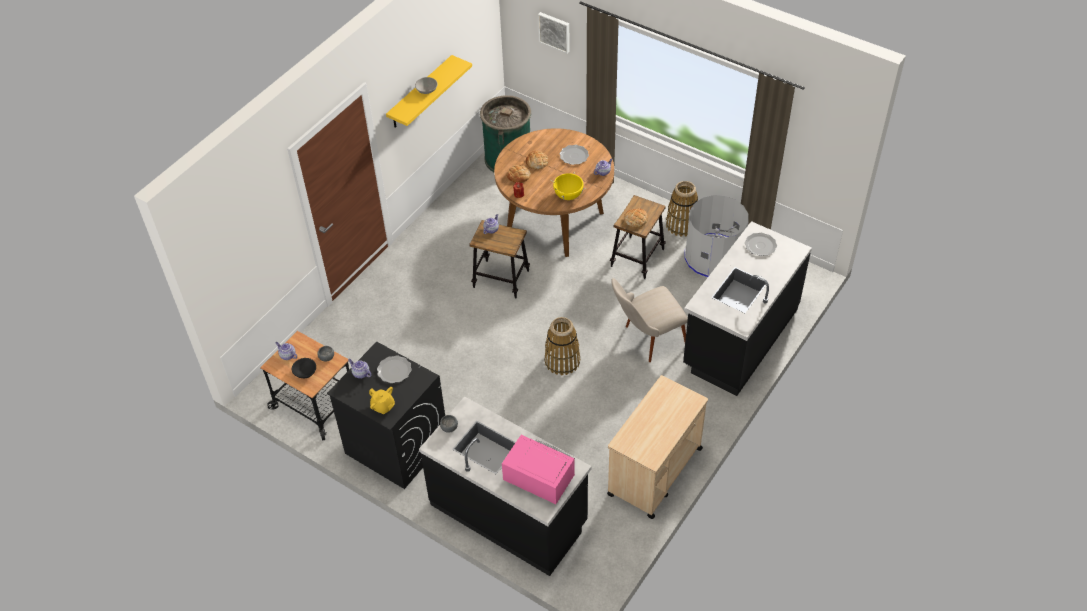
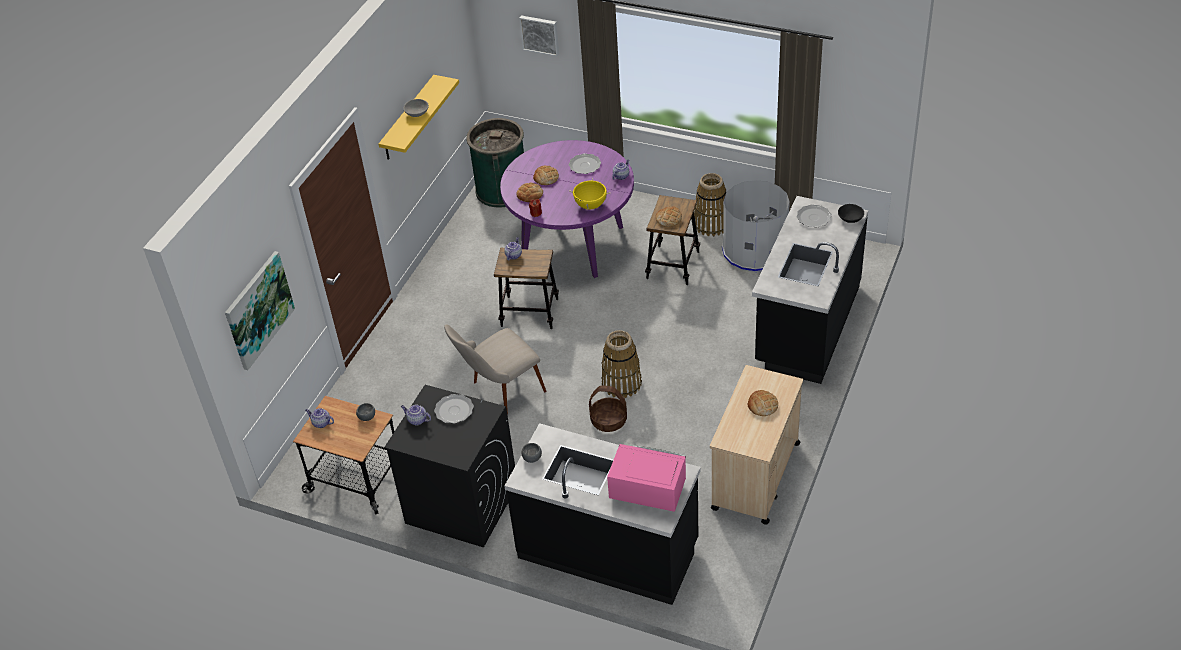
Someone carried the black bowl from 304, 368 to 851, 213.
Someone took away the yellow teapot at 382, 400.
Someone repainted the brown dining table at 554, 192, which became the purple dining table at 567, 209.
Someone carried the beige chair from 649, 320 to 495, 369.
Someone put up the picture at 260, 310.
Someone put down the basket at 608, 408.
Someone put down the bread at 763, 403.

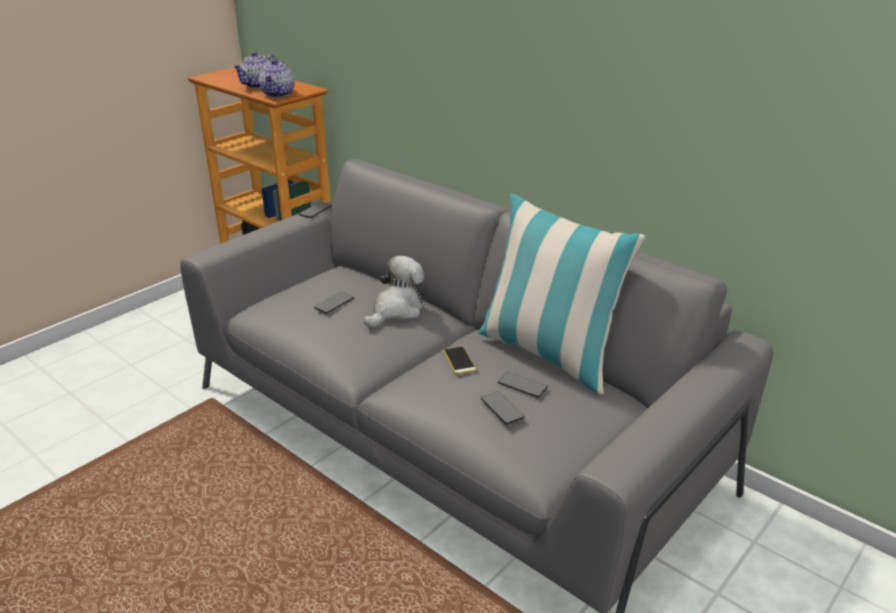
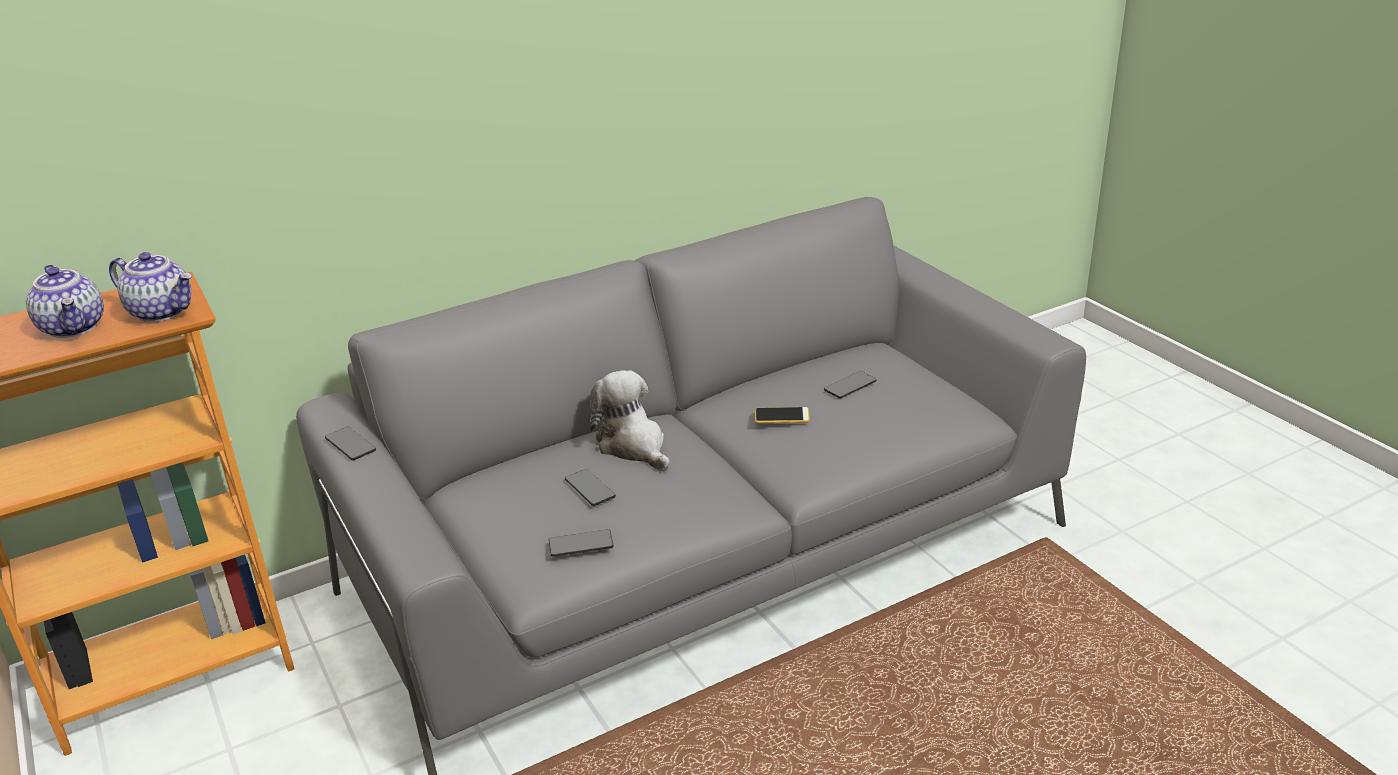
Someone took away the pillow at 562, 294.
Someone carried the phone from 502, 408 to 581, 543.

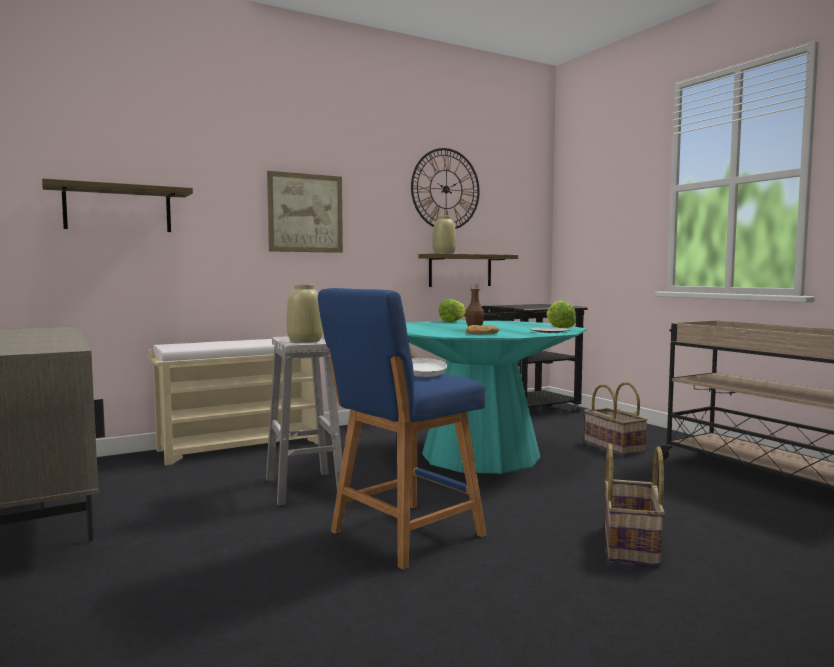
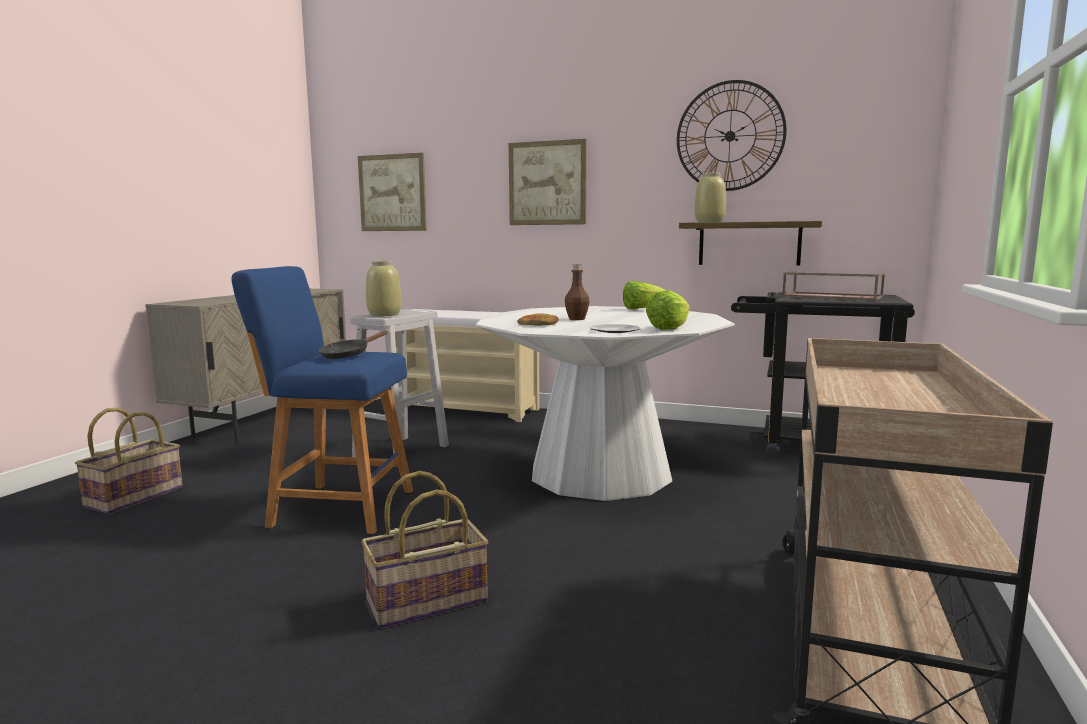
Someone swapped the shelf at 117, 205 for the picture at 392, 192.
Someone repainted the turquoise dining table at 496, 397, which became the white dining table at 605, 403.
Someone repainted the white frying pan at 428, 363, which became the black frying pan at 353, 345.
Someone carried the basket from 616, 419 to 129, 460.
Someone put down the brown tray at 833, 286.

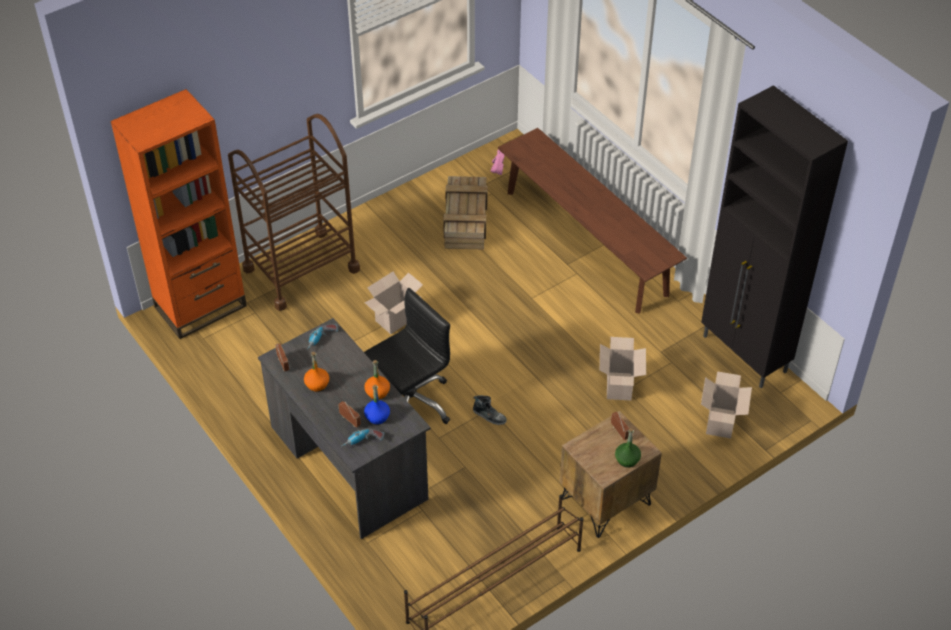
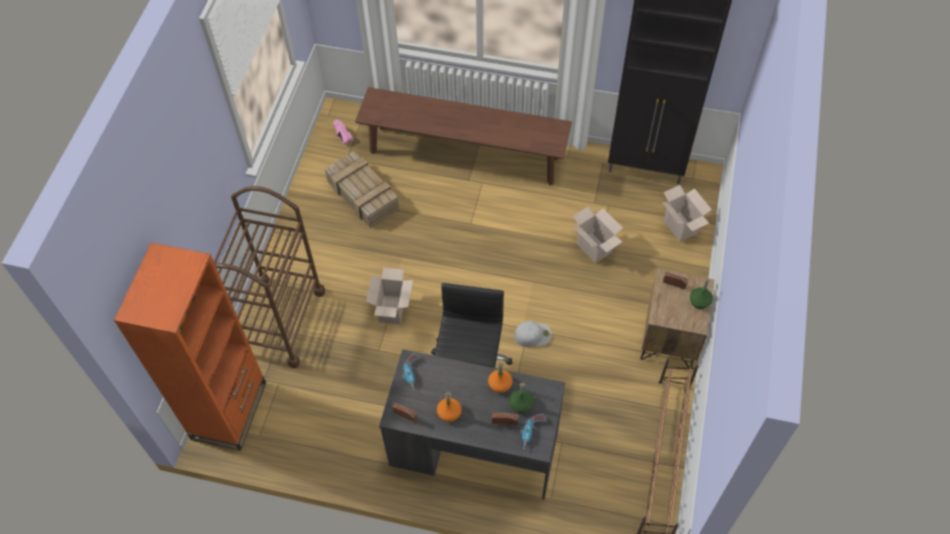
Someone repainted the blue bottle at 377, 405, which became the green bottle at 521, 398.
Someone swapped the shoe at 490, 410 for the white cap at 533, 334.

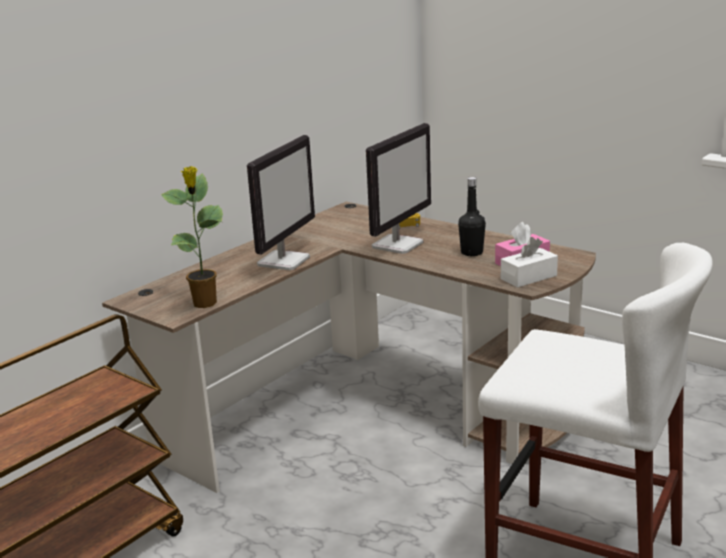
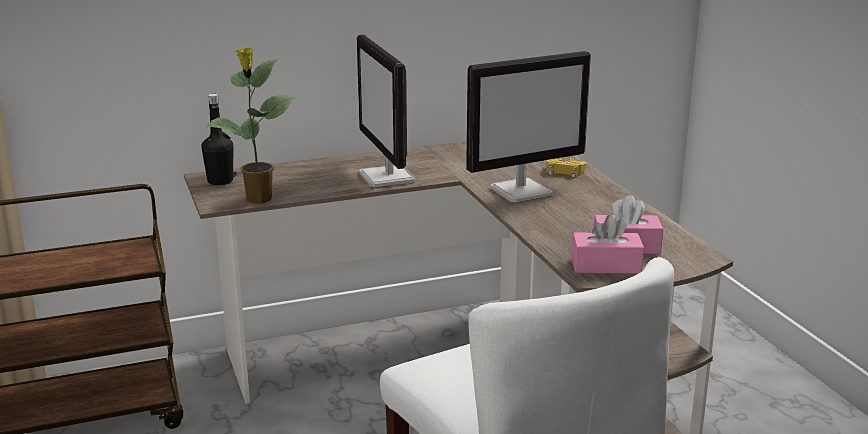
Someone rotated the monitor at 281, 202 by 105 degrees clockwise.
Someone carried the black bottle from 472, 216 to 217, 139.
Someone repainted the white tissue box at 529, 262, which became the pink tissue box at 607, 244.

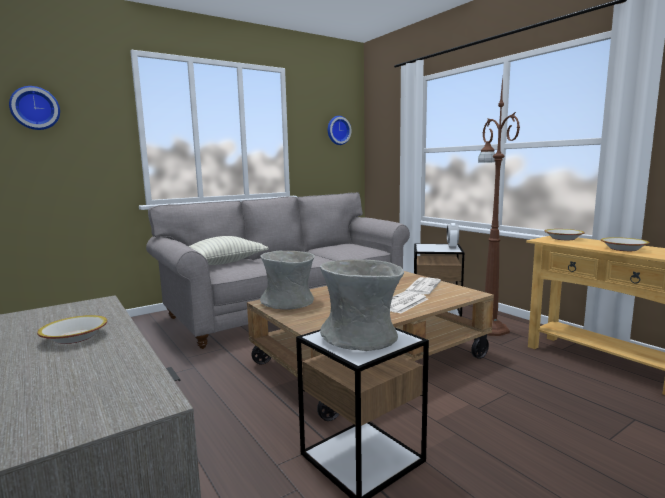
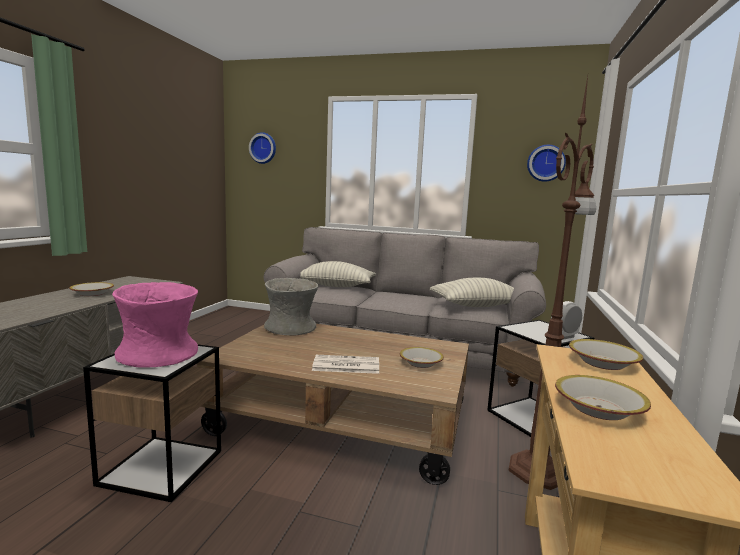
Someone repainted the grey vase at 362, 305, which became the pink vase at 155, 325.
Someone swapped the newspaper at 423, 285 for the bowl at 422, 357.
Someone put down the pillow at 471, 292.

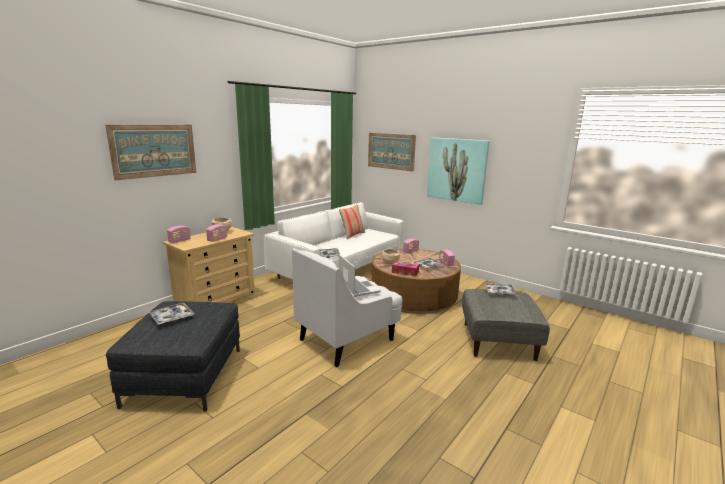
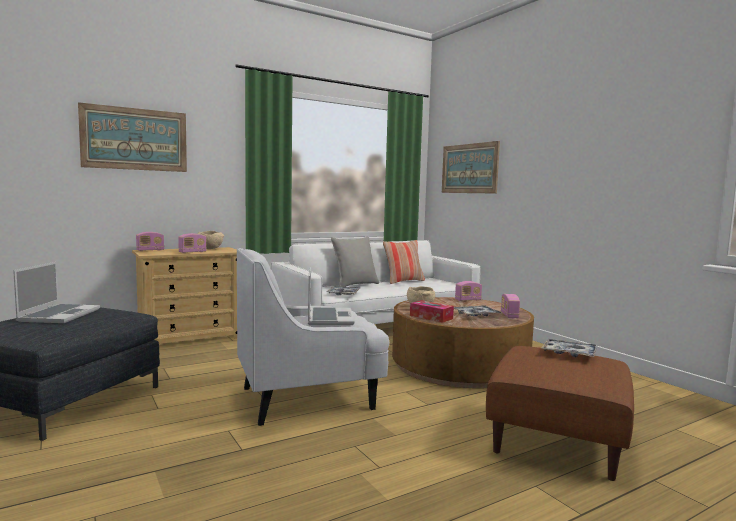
Someone swapped the tray at 172, 314 for the laptop at 56, 292.
Someone took away the picture at 458, 171.
Someone repainted the grey ottoman at 506, 325, which became the brown ottoman at 560, 413.
Someone put down the grey pillow at 355, 262.

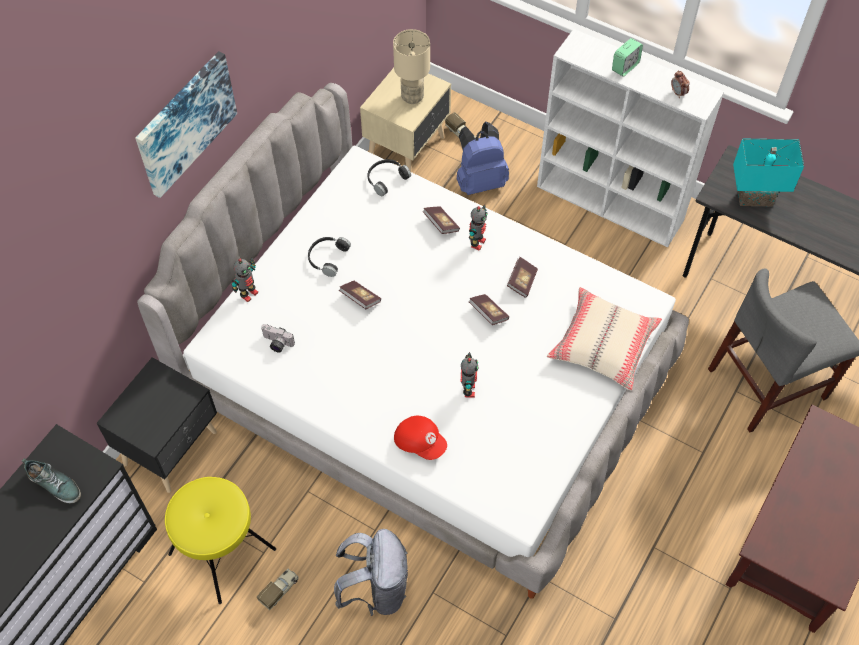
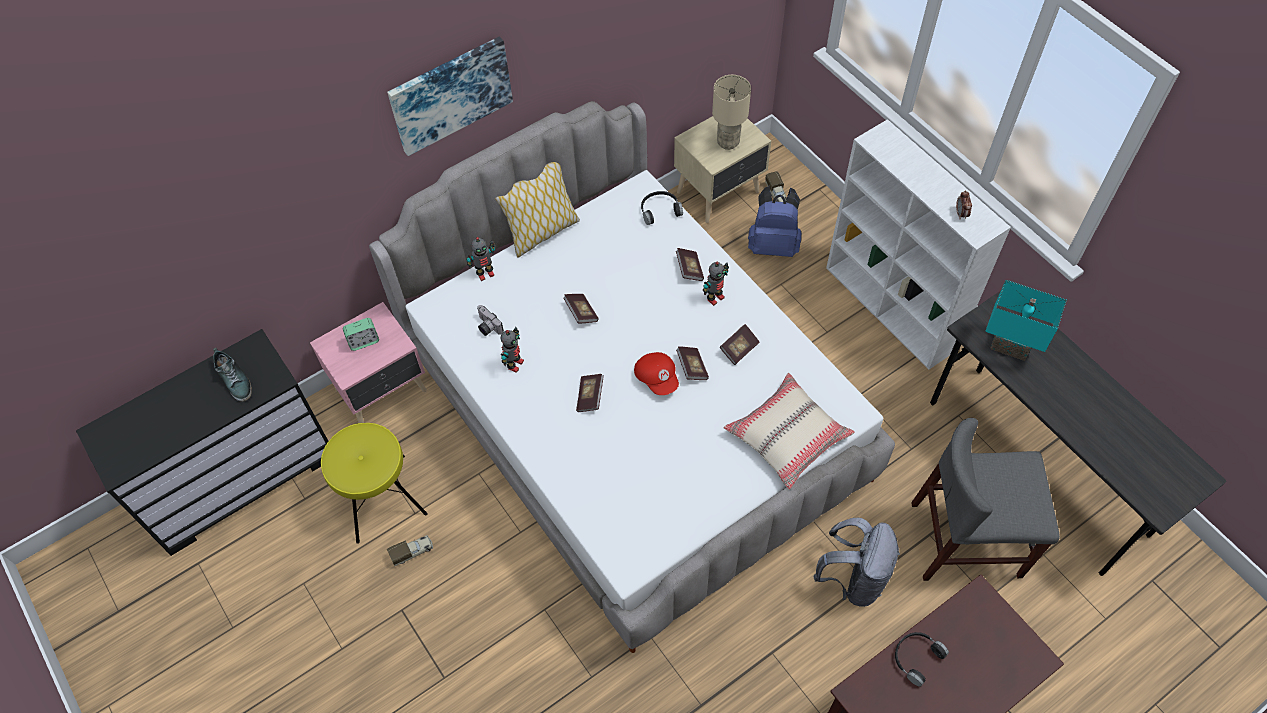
Someone repainted the black nightstand at 157, 425, which became the pink nightstand at 368, 362.
Someone carried the black headphones from 329, 257 to 922, 659.
Someone carried the grey backpack from 371, 572 to 856, 562.
Someone carried the red cap from 420, 438 to 656, 373.
Someone carried the toy robot from 470, 375 to 512, 349.
Someone carried the alarm clock from 627, 57 to 361, 334.
Someone put down the pillow at 537, 209.
Someone put down the book at 590, 393.

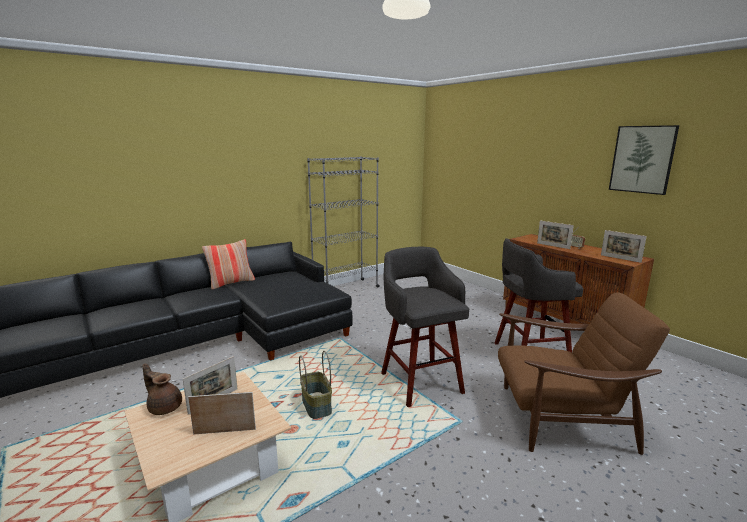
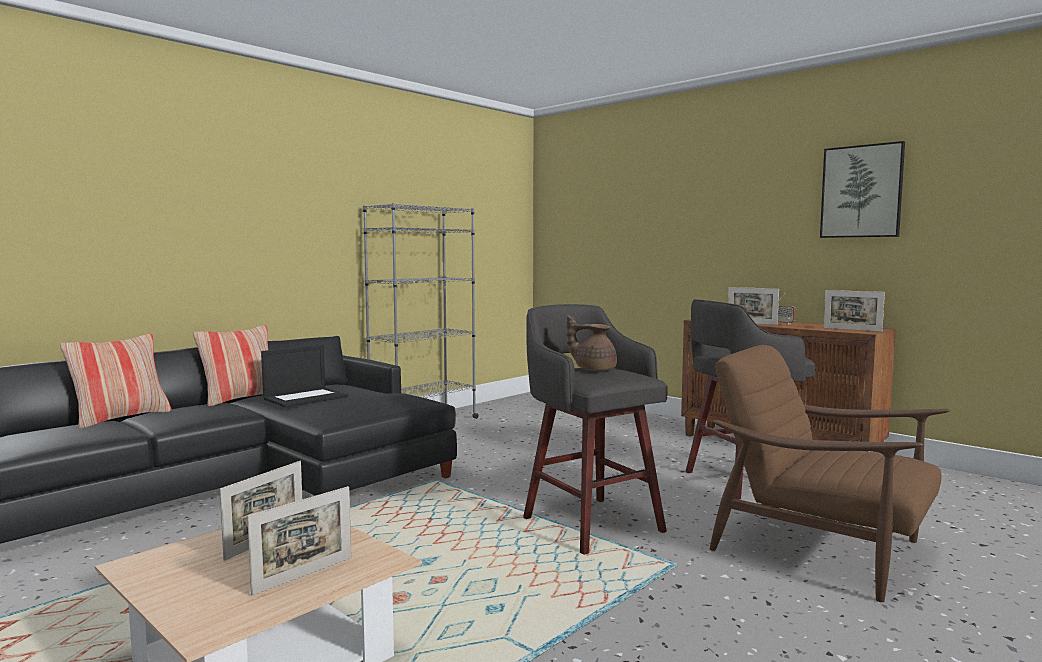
Someone carried the brown teapot from 162, 389 to 592, 343.
Someone rotated the picture frame at 222, 413 by 150 degrees clockwise.
Someone took away the basket at 315, 385.
Someone rotated the brown armchair at 584, 373 by 135 degrees counterclockwise.
Someone put down the pillow at 115, 381.
Someone put down the laptop at 304, 376.

